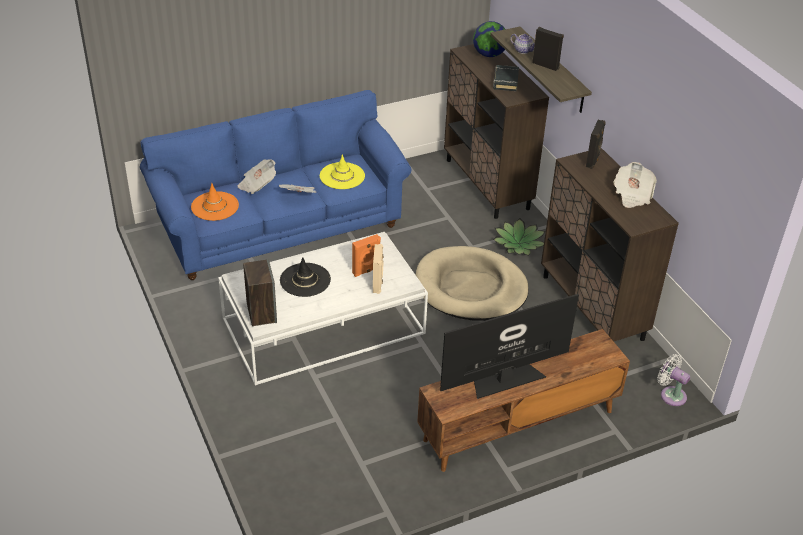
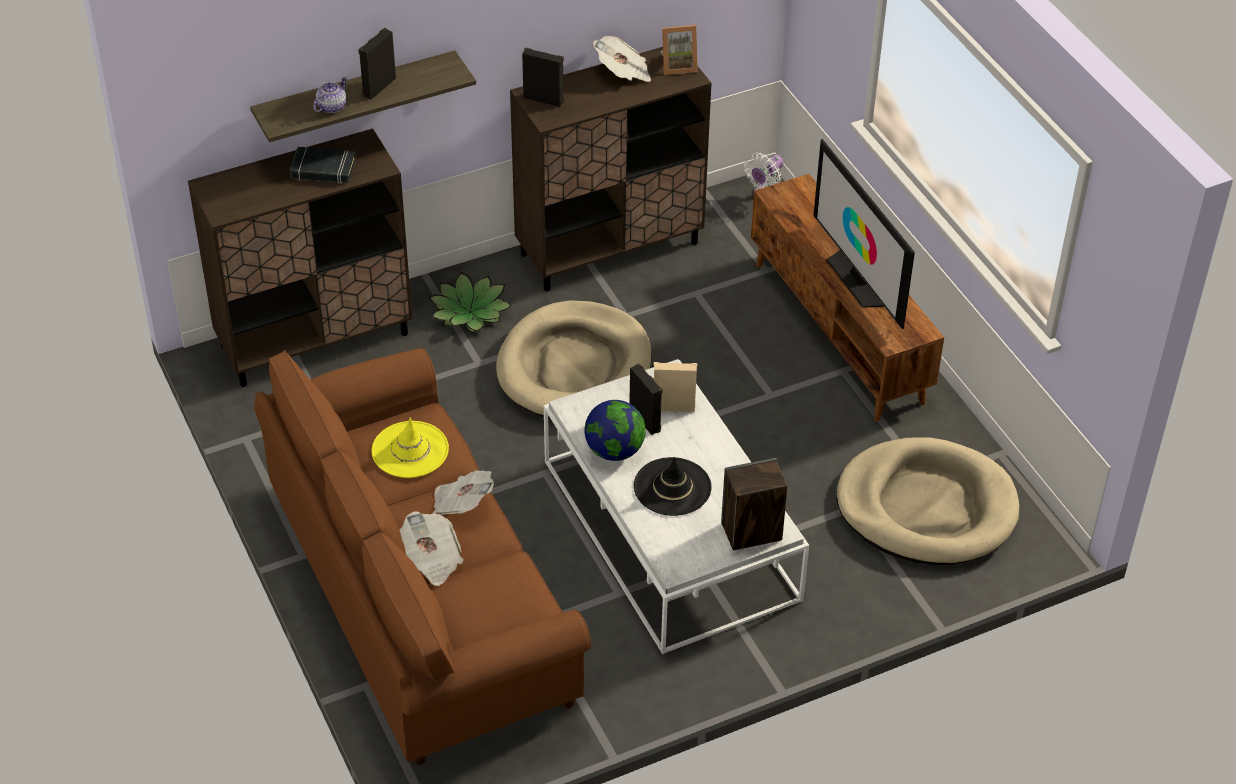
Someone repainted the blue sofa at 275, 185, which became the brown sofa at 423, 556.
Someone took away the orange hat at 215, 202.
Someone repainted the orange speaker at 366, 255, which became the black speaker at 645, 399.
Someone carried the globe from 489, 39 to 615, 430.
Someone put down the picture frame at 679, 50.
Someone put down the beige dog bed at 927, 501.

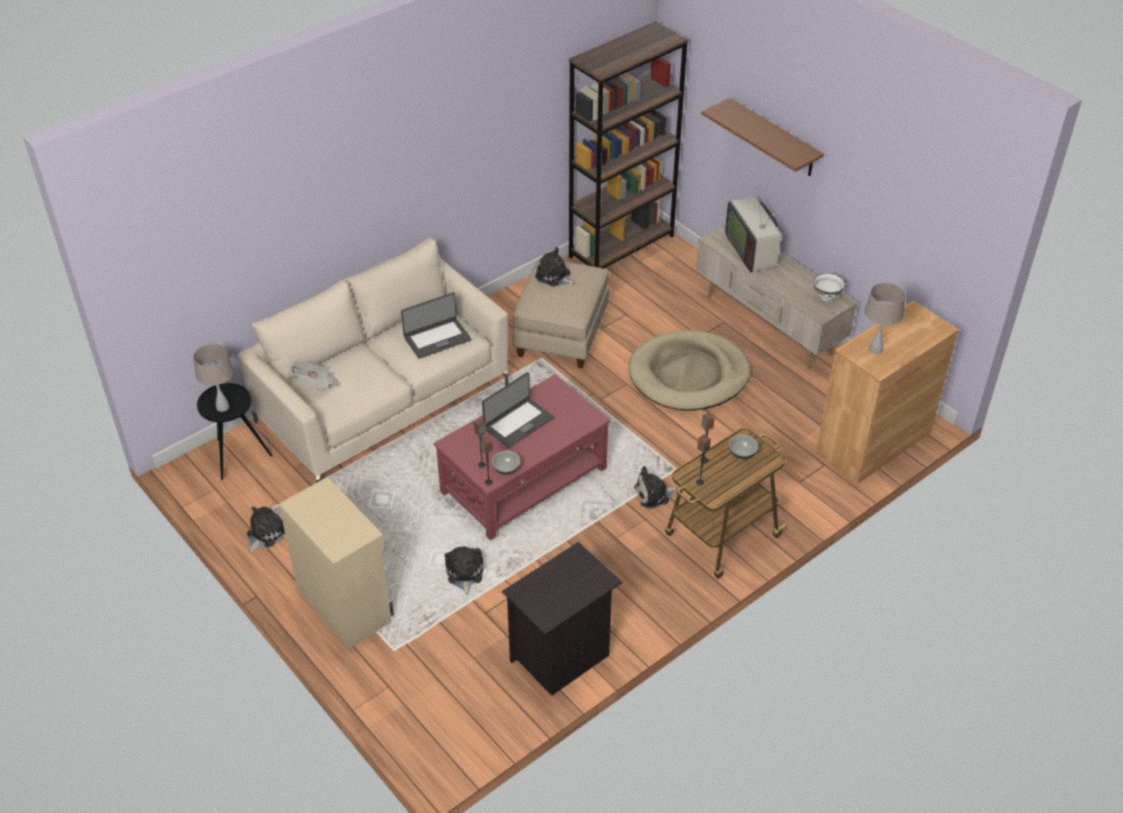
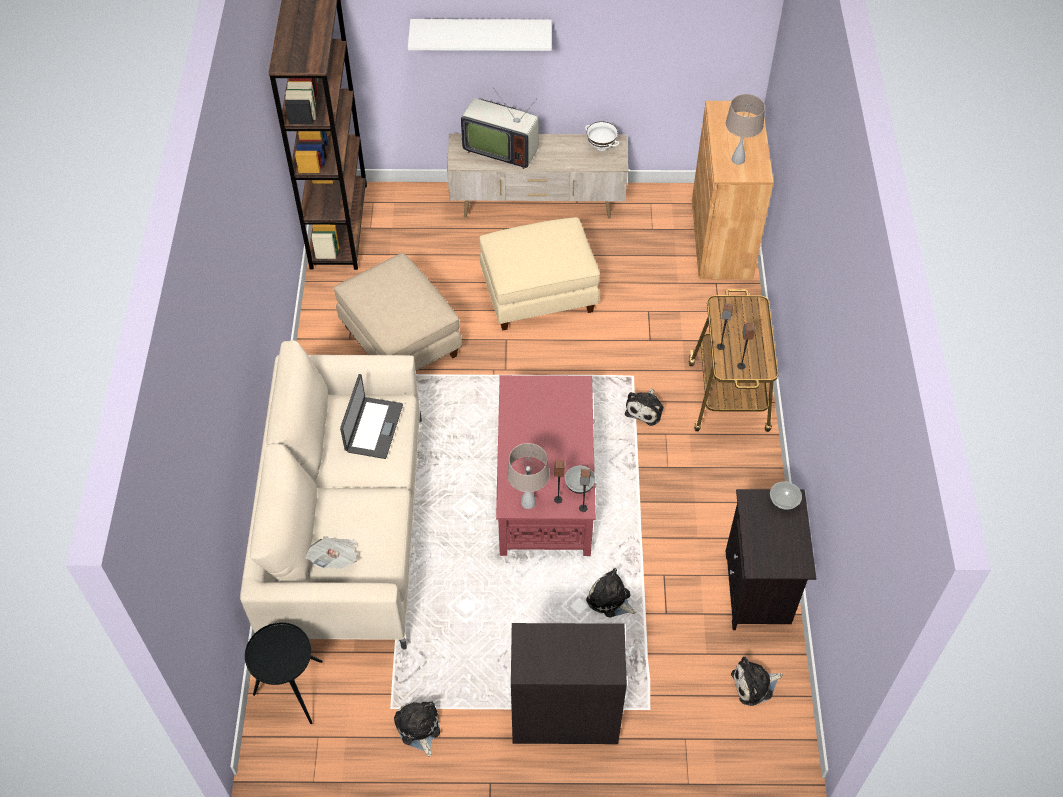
Someone carried the beige table lamp from 213, 378 to 528, 476.
Someone repainted the beige cabinet at 336, 563, which became the black cabinet at 569, 683.
Someone took away the laptop at 518, 410.
Someone carried the plush toy from 555, 266 to 756, 681.
Someone swapped the beige dog bed at 689, 370 for the beige ottoman at 539, 273.
Someone repainted the brown shelf at 762, 137, which became the white shelf at 480, 35.
Someone carried the bowl from 743, 447 to 786, 496.

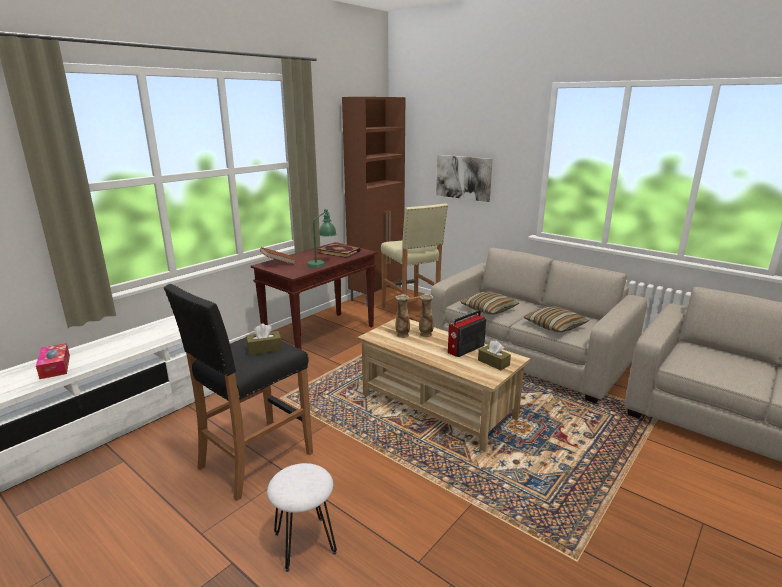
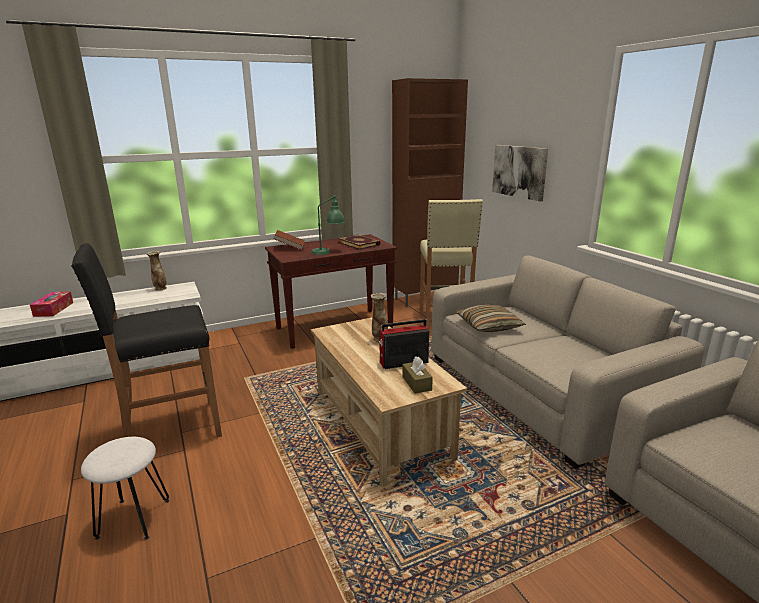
Someone took away the brown tissue box at 264, 339.
Someone carried the vase from 402, 316 to 157, 271.
Someone took away the pillow at 556, 319.

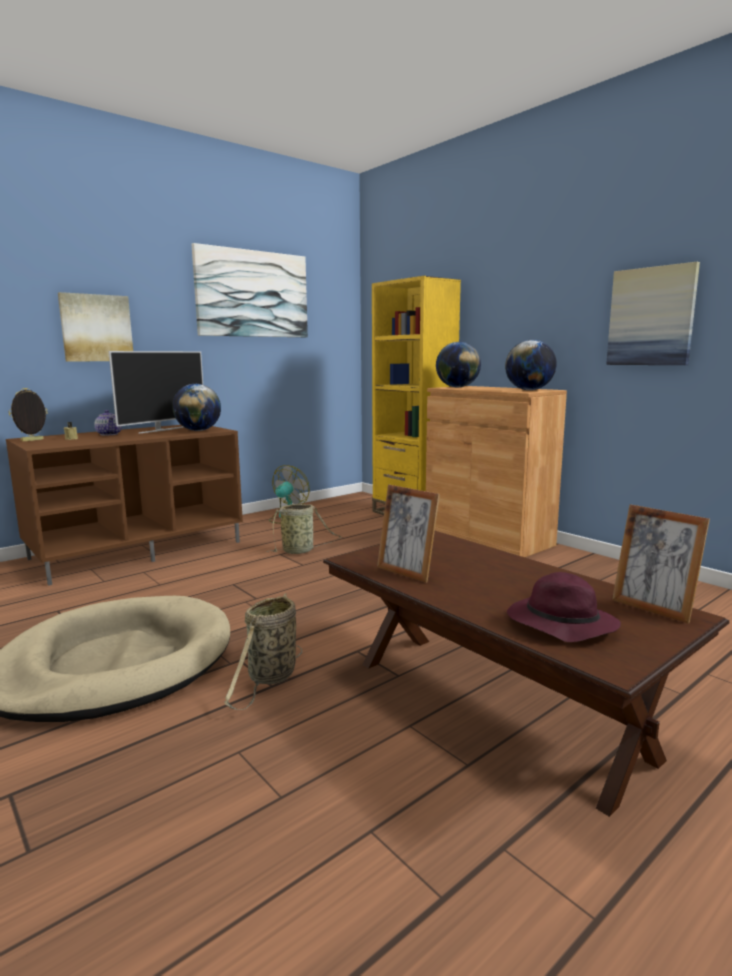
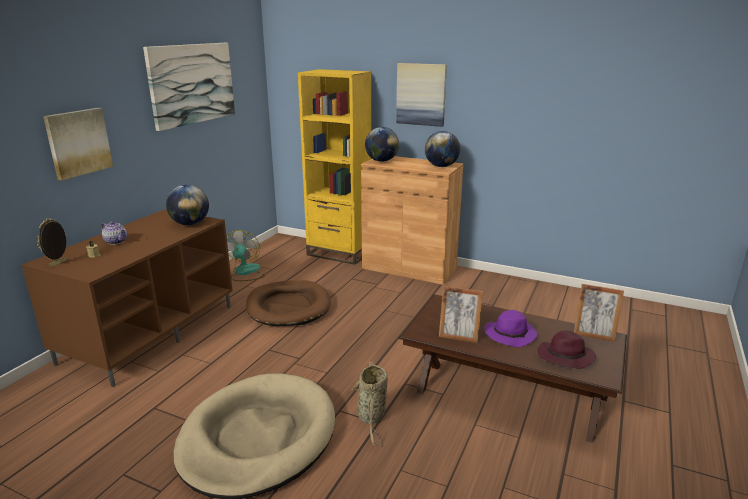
Someone took away the television at 156, 392.
Someone swapped the basket at 303, 529 for the brown dog bed at 288, 303.
Someone carried the picture from 653, 313 to 421, 95.
Someone put down the purple hat at 511, 328.

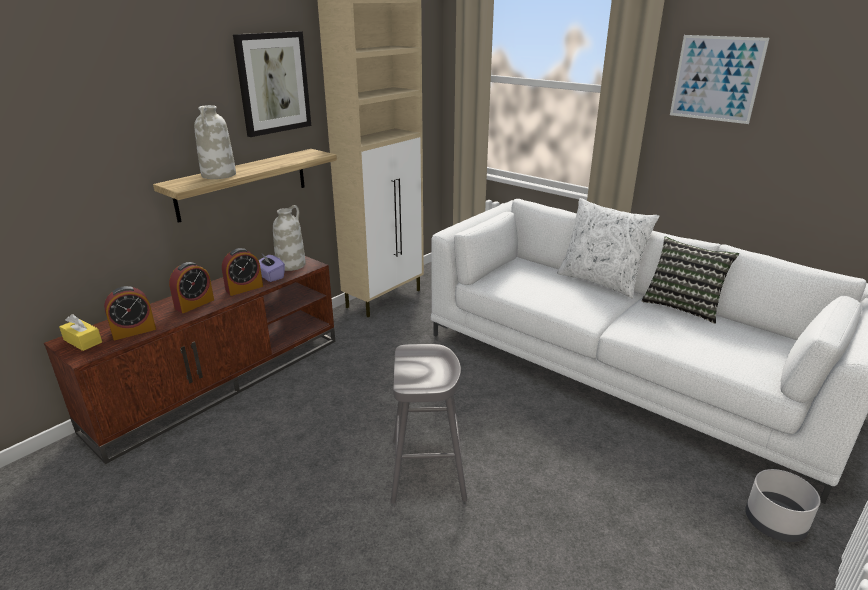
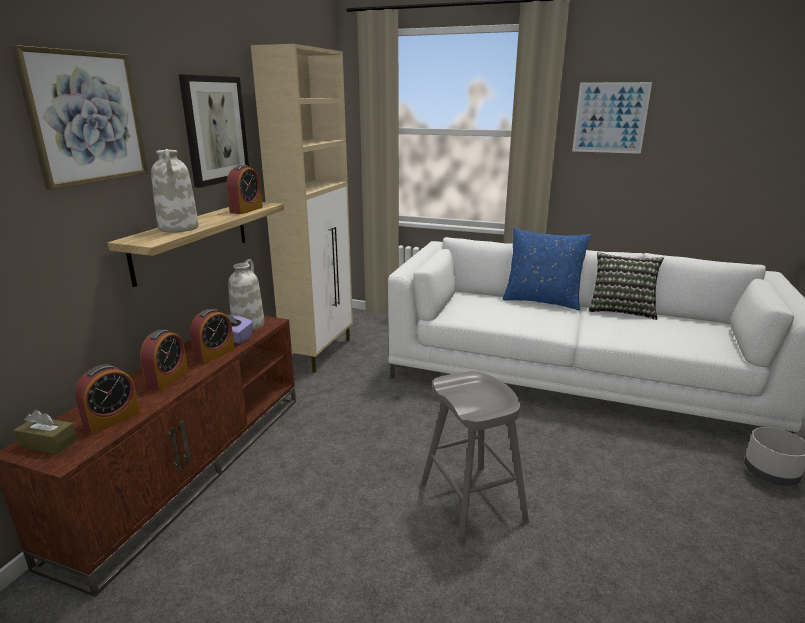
Someone repainted the yellow tissue box at 80, 332, which became the brown tissue box at 46, 432.
Someone repainted the white pillow at 608, 248, which became the blue pillow at 546, 269.
Someone put up the picture at 79, 117.
Someone put down the alarm clock at 244, 189.

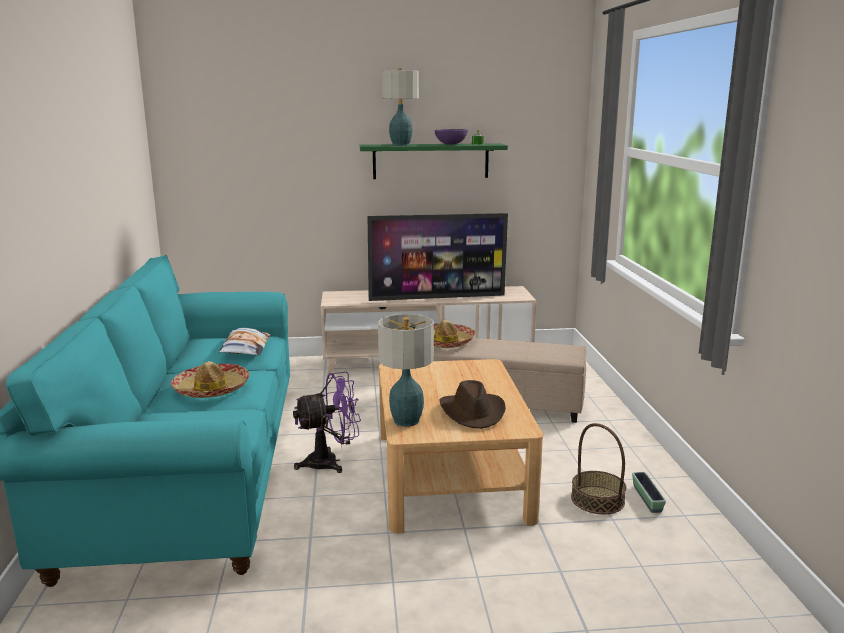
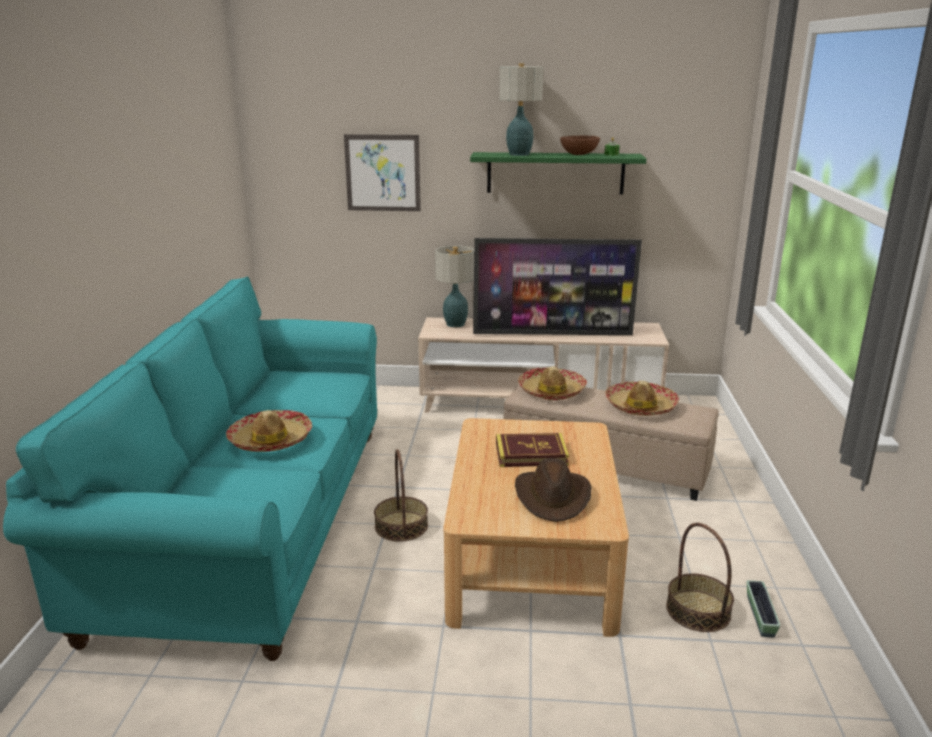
Someone took away the pillow at 244, 341.
Someone swapped the purple fan at 327, 422 for the basket at 401, 495.
Someone carried the table lamp from 406, 370 to 454, 286.
Someone repainted the purple bowl at 451, 137, which became the brown bowl at 580, 145.
Someone put up the picture at 382, 172.
Someone put down the book at 532, 450.
Someone put down the hat at 642, 398.

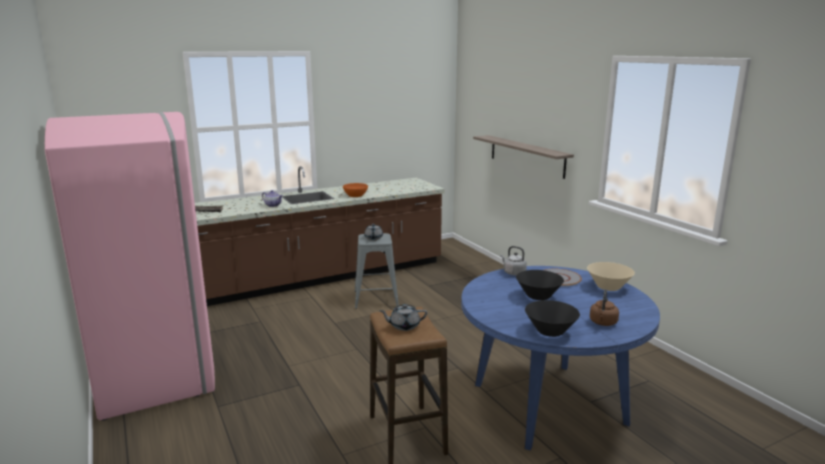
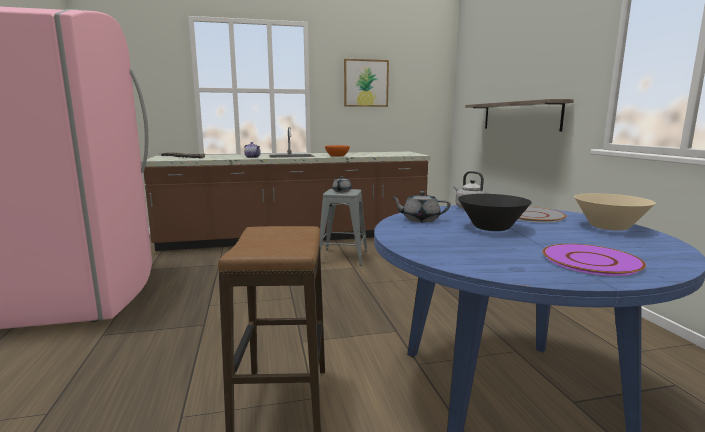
Someone carried the grey teapot from 403, 317 to 420, 206.
Someone took away the black bowl at 552, 318.
Someone swapped the brown kettle at 604, 307 for the purple plate at 594, 260.
Someone put up the picture at 366, 83.

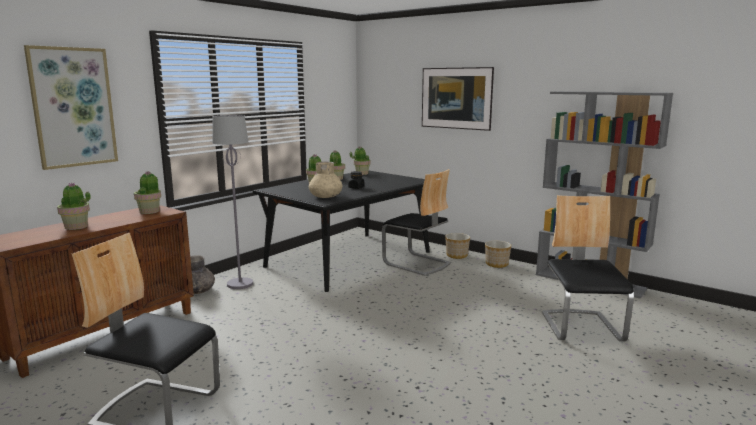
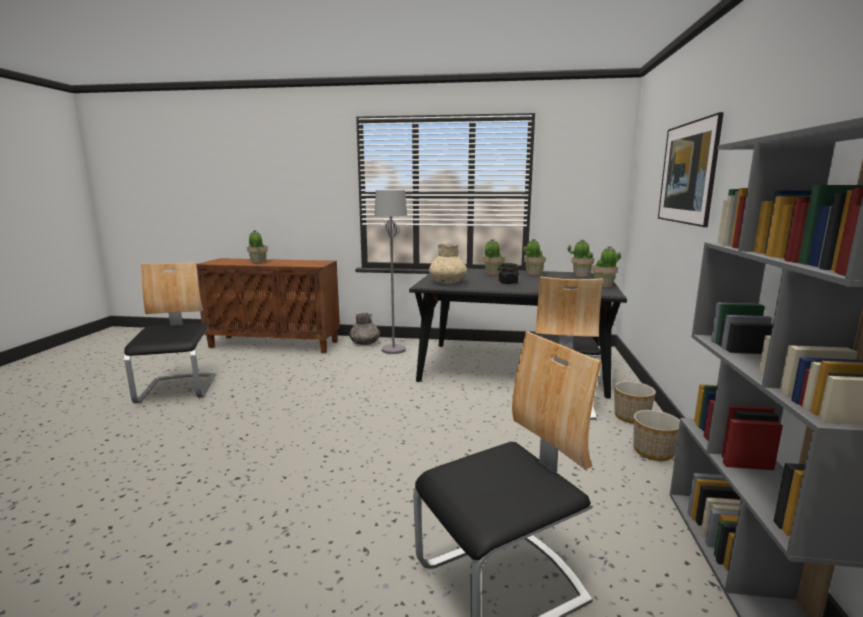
Someone took away the picture at 71, 107.
Someone carried the potted plant from 147, 192 to 606, 266.

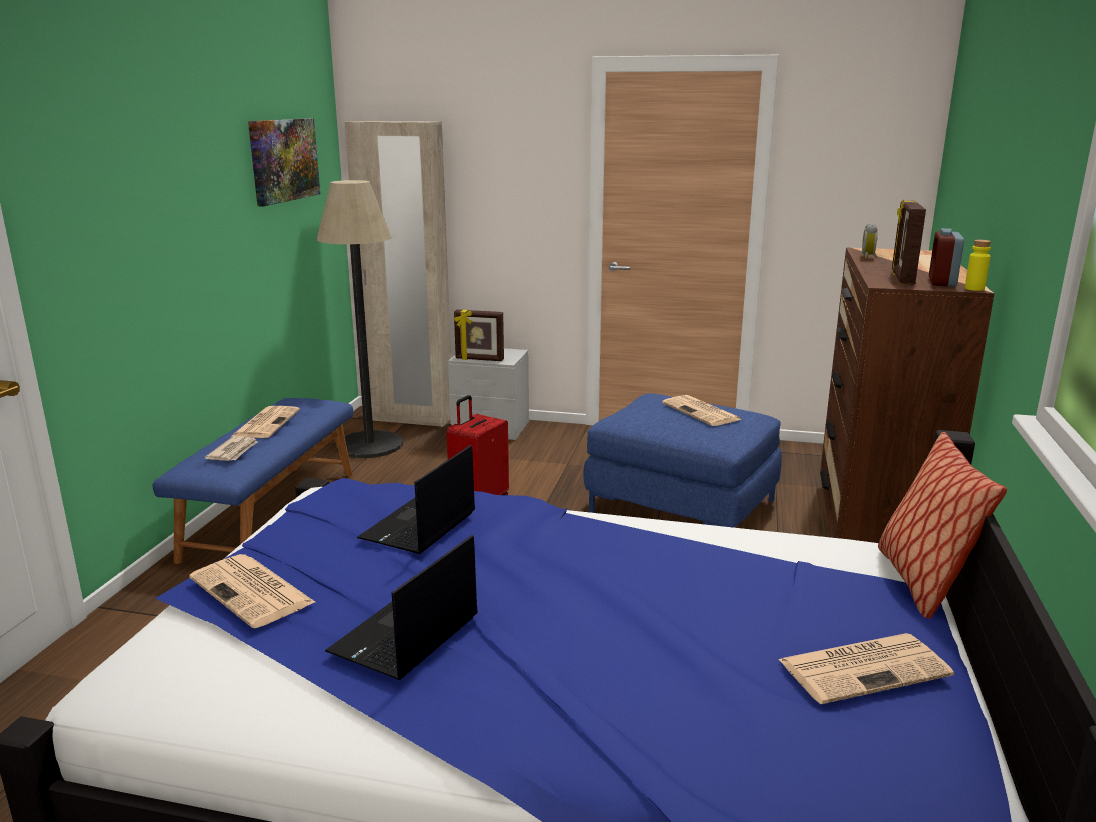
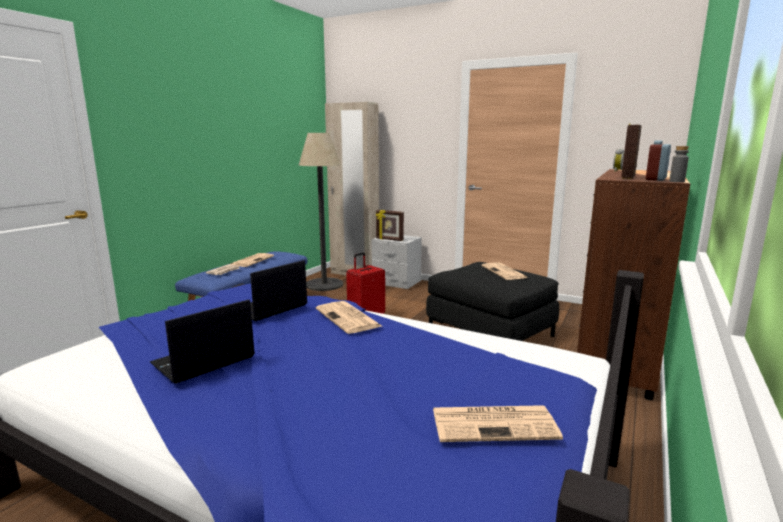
Someone carried the newspaper from 252, 591 to 349, 317.
Someone took away the picture at 284, 162.
Someone repainted the blue ottoman at 683, 460, which became the black ottoman at 492, 301.
Someone took away the pillow at 942, 525.
Someone repainted the yellow bottle at 978, 265, which became the grey bottle at 679, 164.

